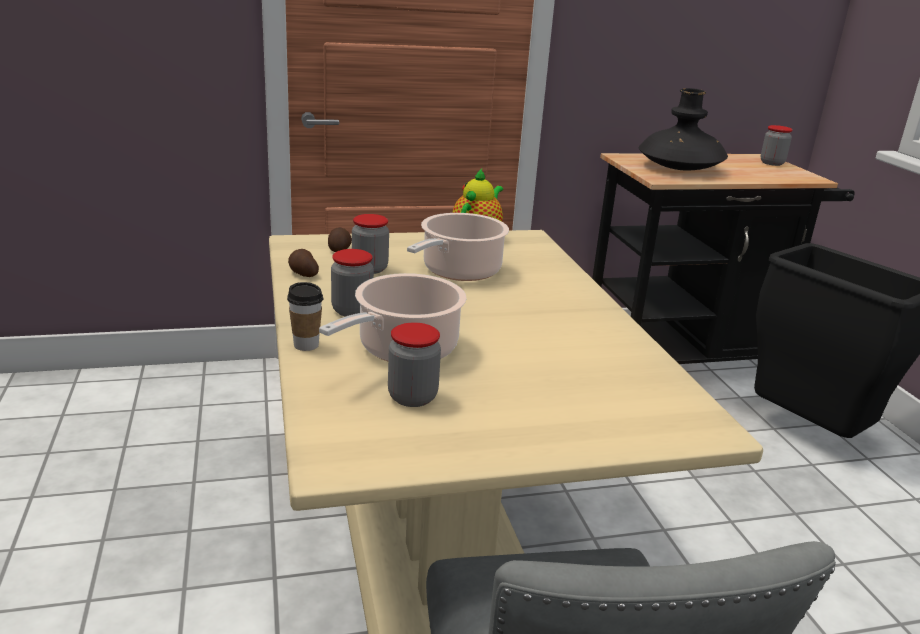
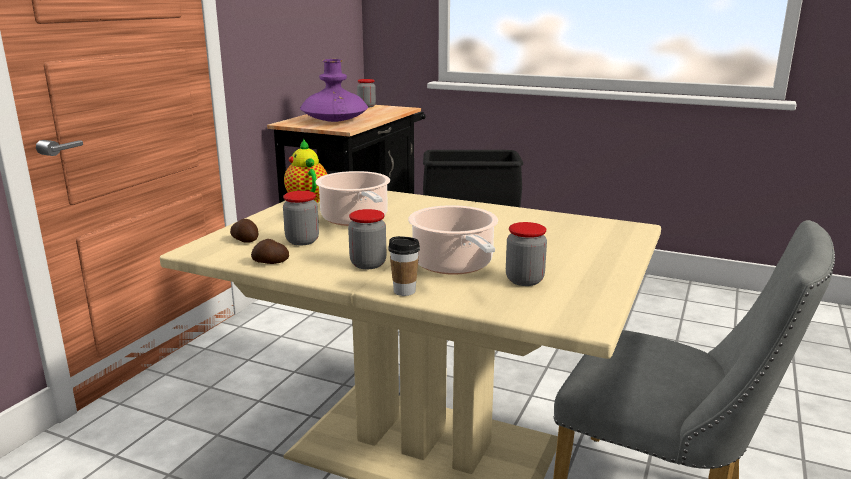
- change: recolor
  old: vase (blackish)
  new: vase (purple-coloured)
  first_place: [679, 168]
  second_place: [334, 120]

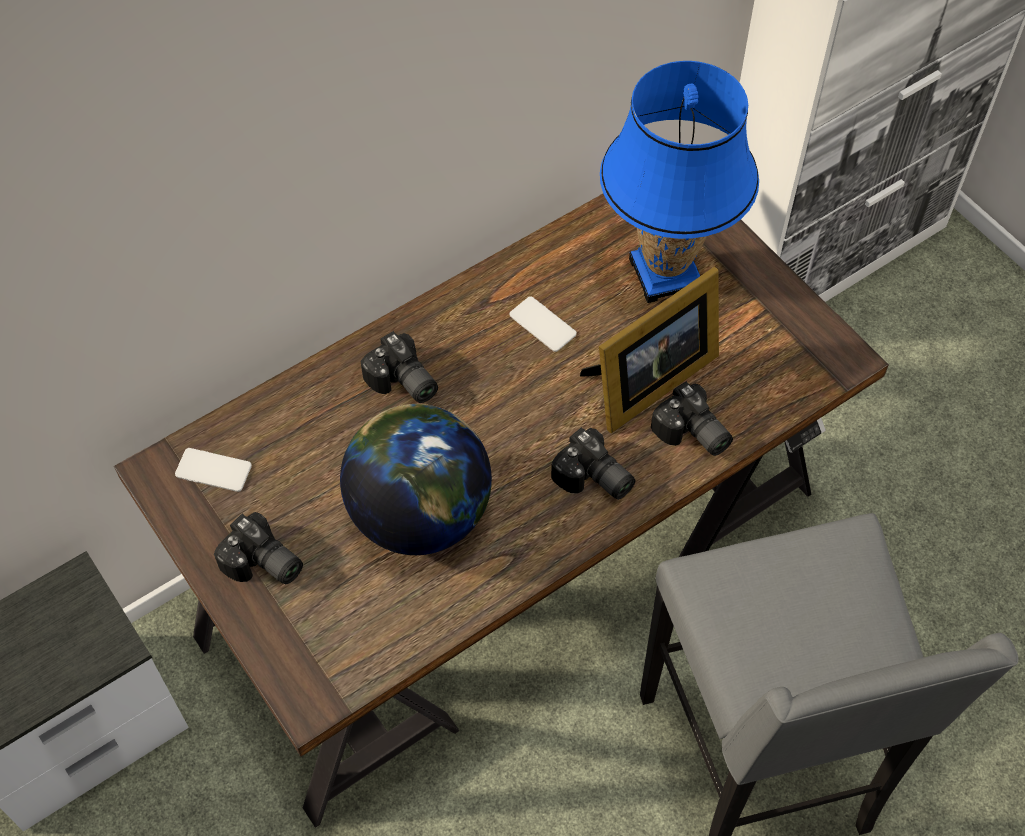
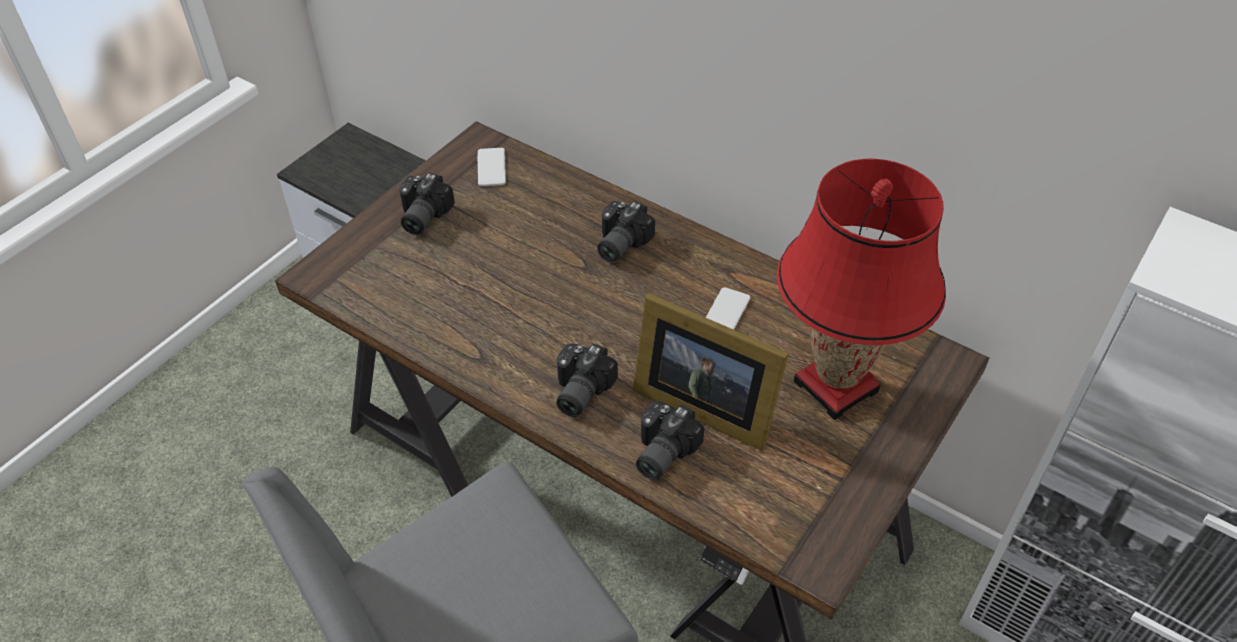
- change: delete
  old: world globe
  first_place: [420, 513]
- change: recolor
  old: lamp for a table (blue)
  new: lamp for a table (red-coloured)
  first_place: [666, 274]
  second_place: [835, 387]

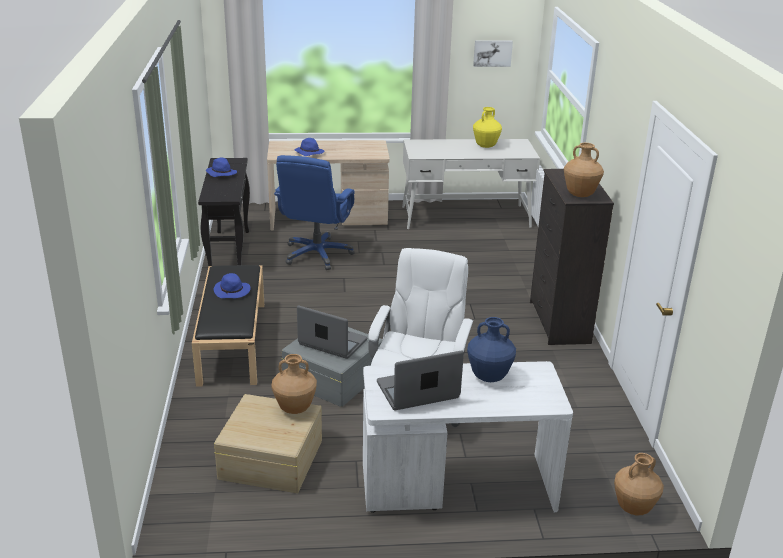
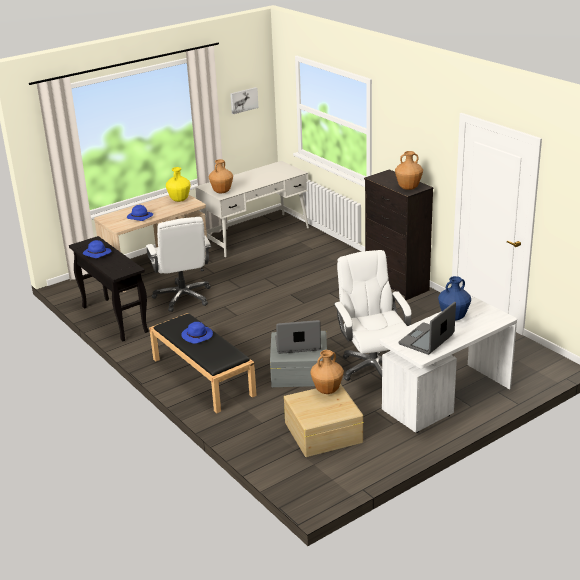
- change: recolor
  old: office chair (blue)
  new: office chair (white)
  first_place: [317, 254]
  second_place: [183, 297]
- change: move
  old: vase (yellow-coloured)
  first_place: [486, 146]
  second_place: [179, 200]
- change: move
  old: vase (brown)
  first_place: [633, 508]
  second_place: [221, 192]

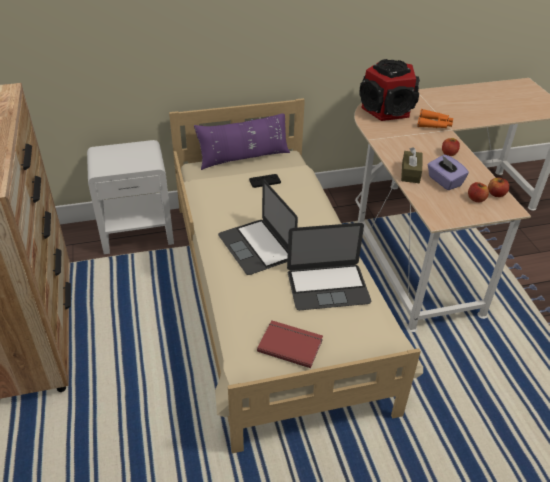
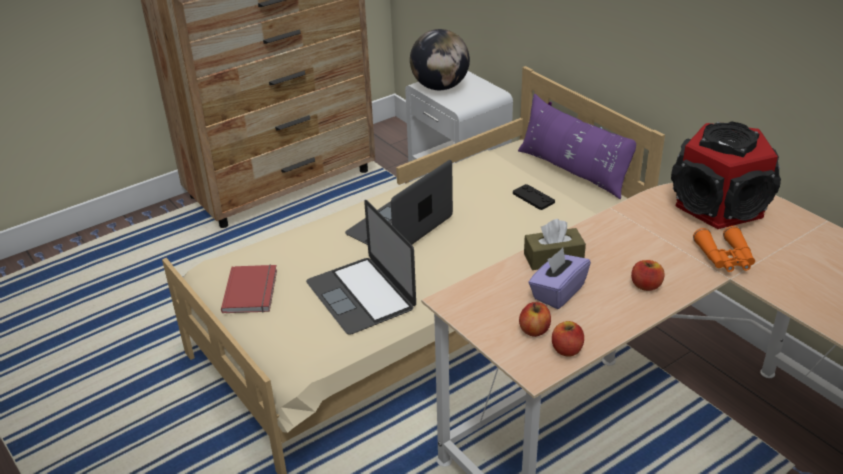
- change: insert
  new: world globe
  second_place: [440, 87]

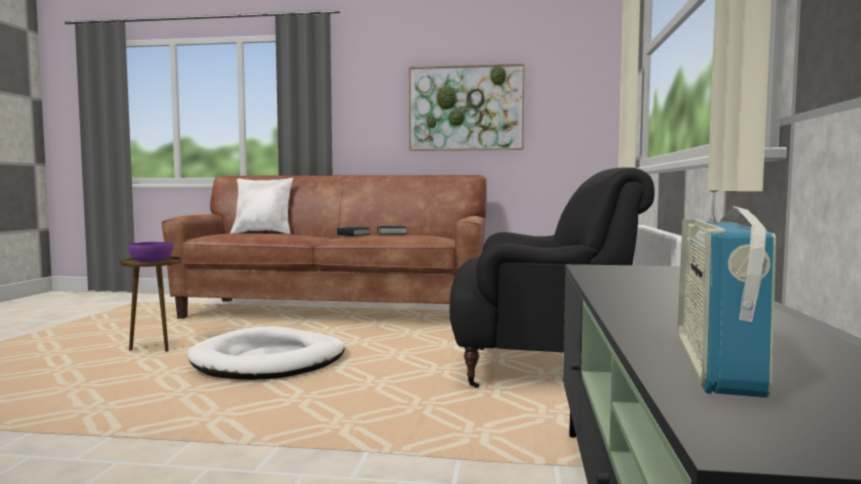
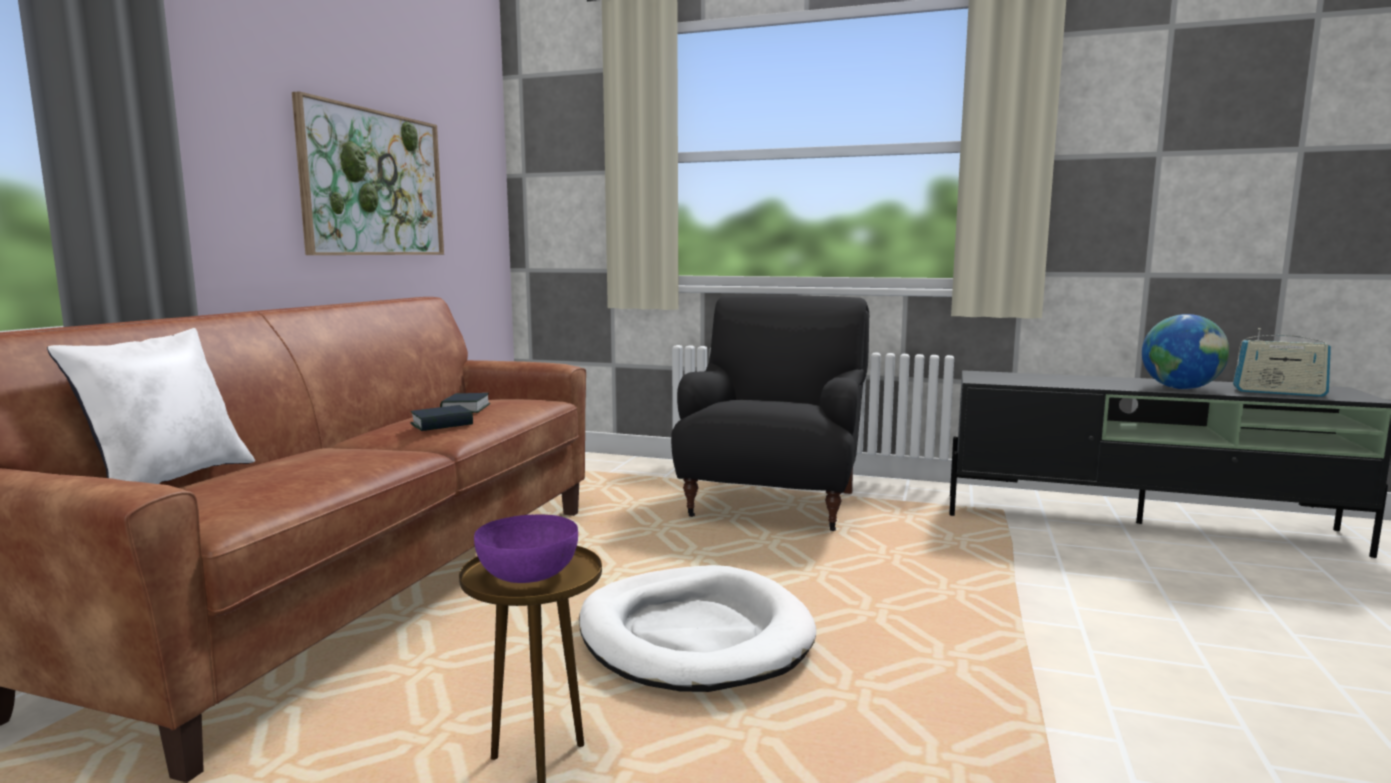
- change: insert
  new: world globe
  second_place: [1180, 388]

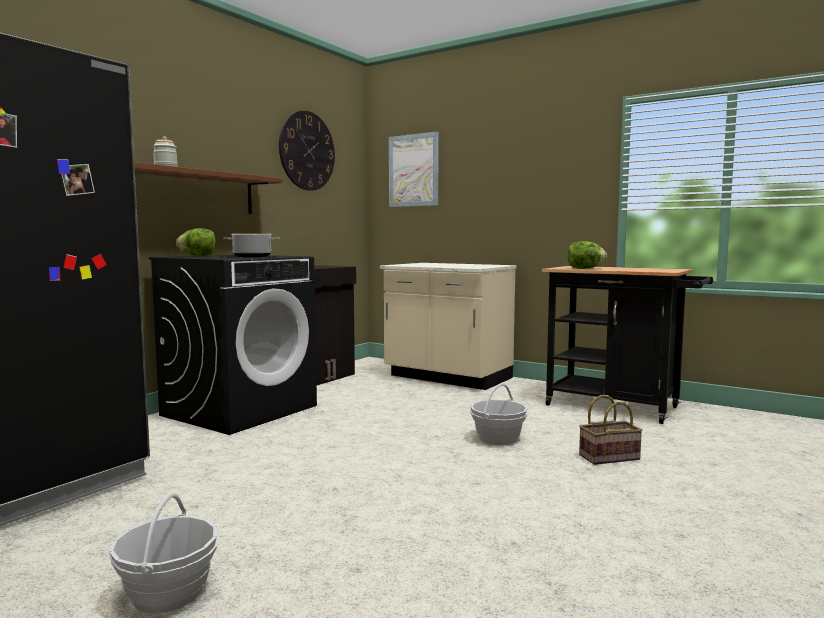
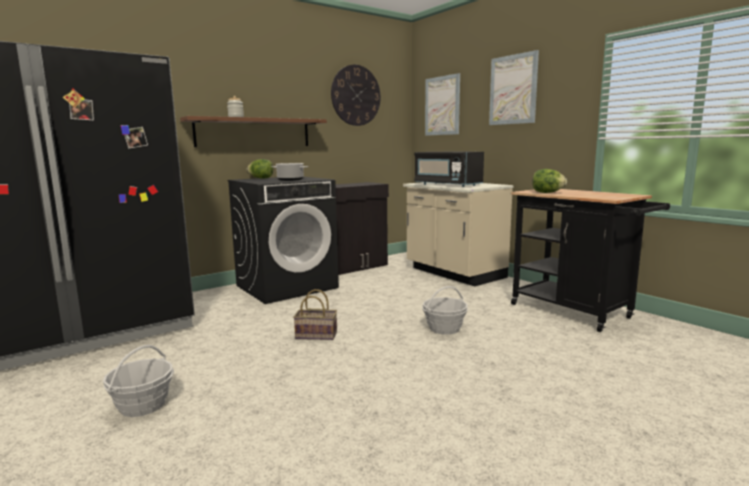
- change: move
  old: storage basket
  first_place: [609, 457]
  second_place: [317, 335]
- change: insert
  new: microwave (blackish)
  second_place: [446, 185]
- change: insert
  new: wall art
  second_place: [513, 89]

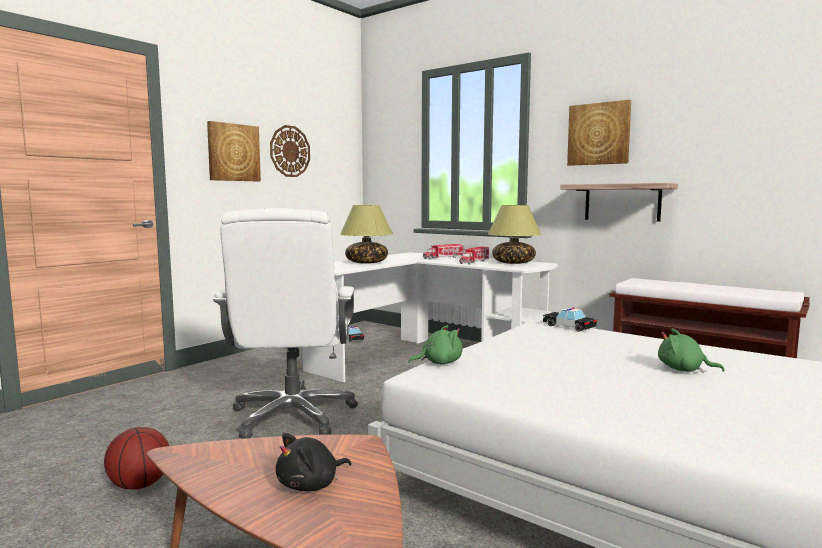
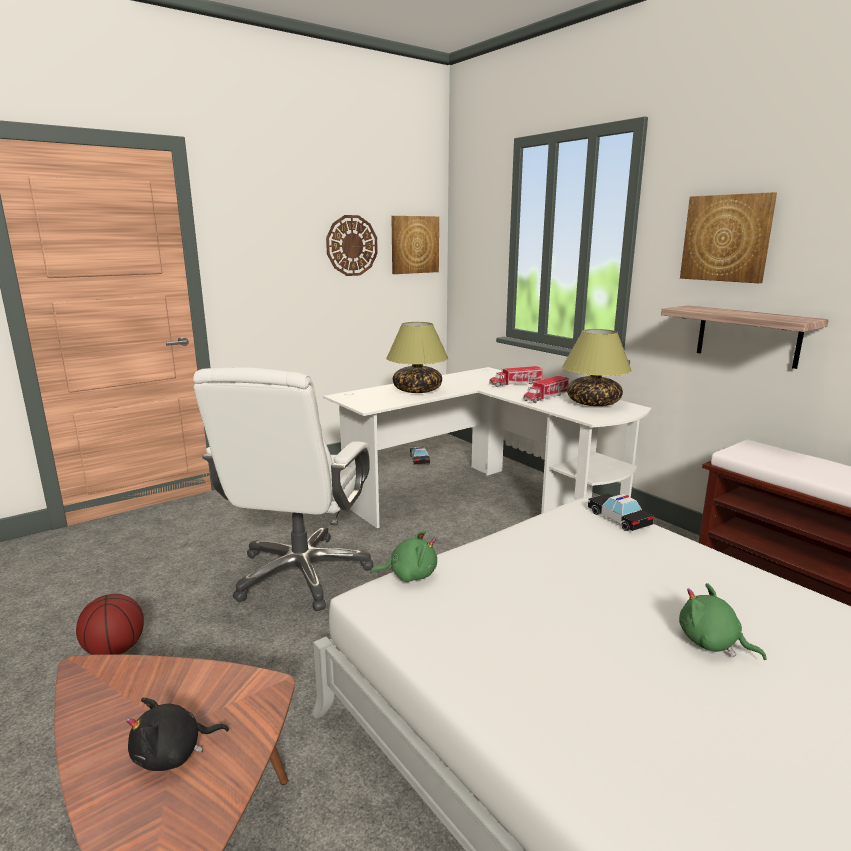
- change: move
  old: wall art
  first_place: [233, 152]
  second_place: [414, 244]

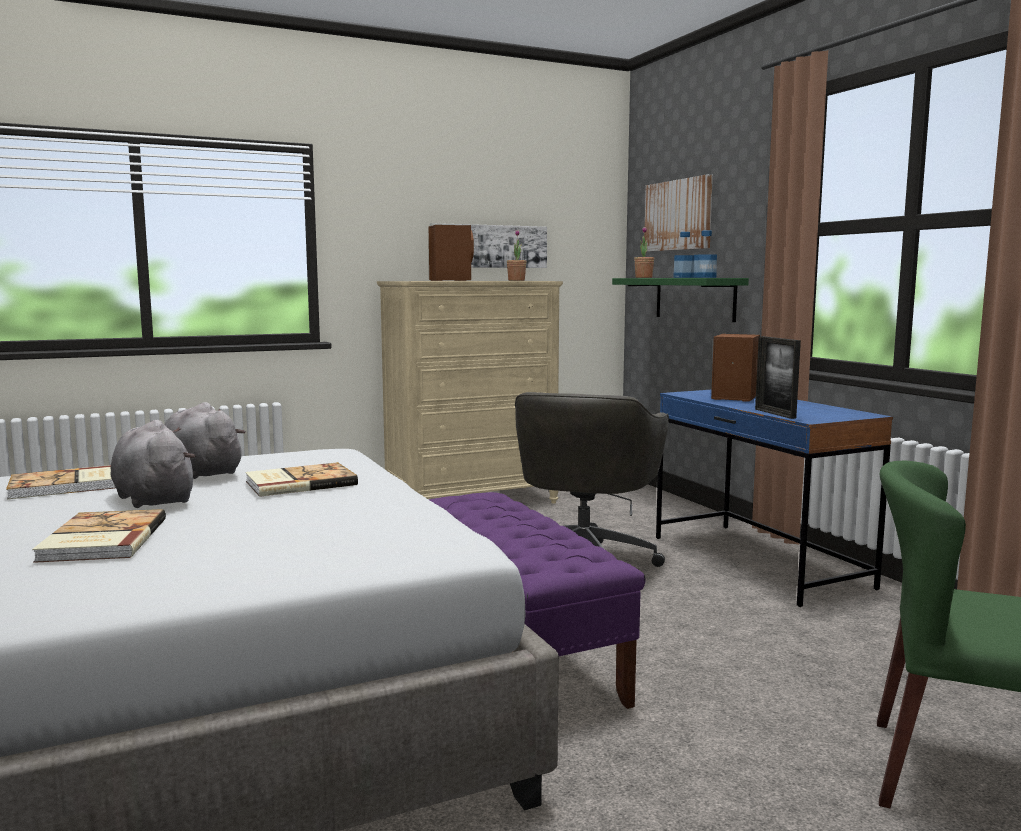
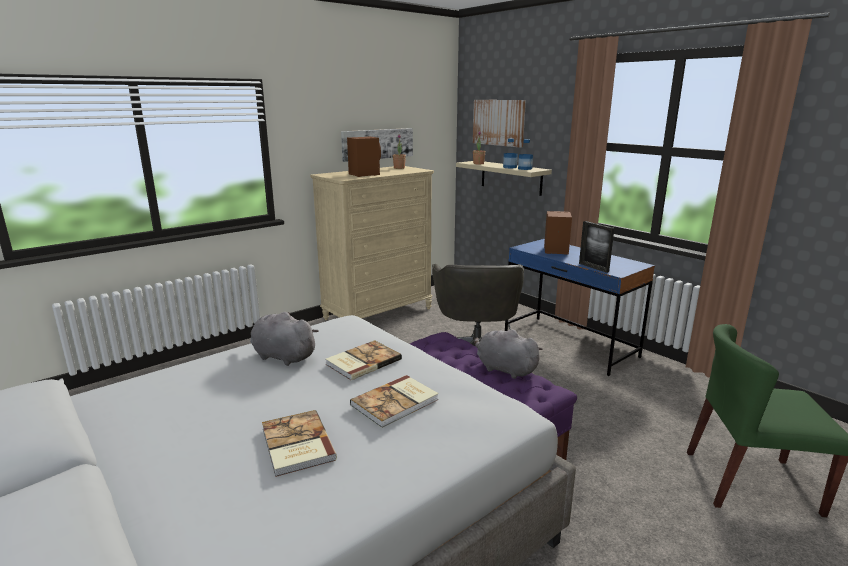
- change: move
  old: book
  first_place: [67, 486]
  second_place: [396, 403]
- change: move
  old: cuddly toy (grey)
  first_place: [153, 499]
  second_place: [504, 369]
- change: recolor
  old: wall shelf (greenish)
  new: wall shelf (beige-coloured)
  first_place: [694, 298]
  second_place: [511, 177]

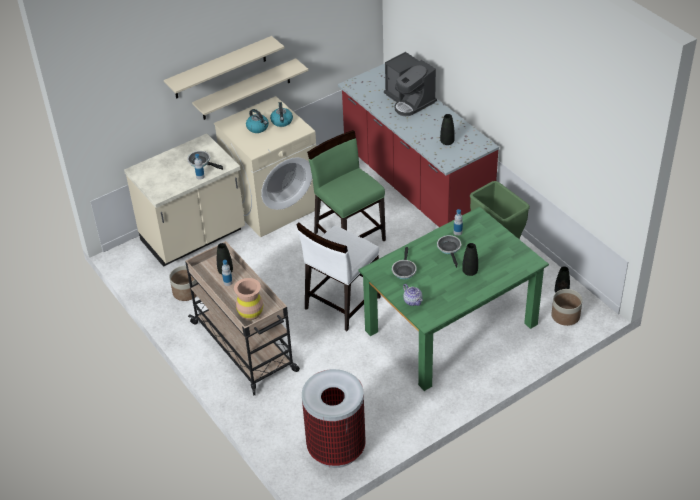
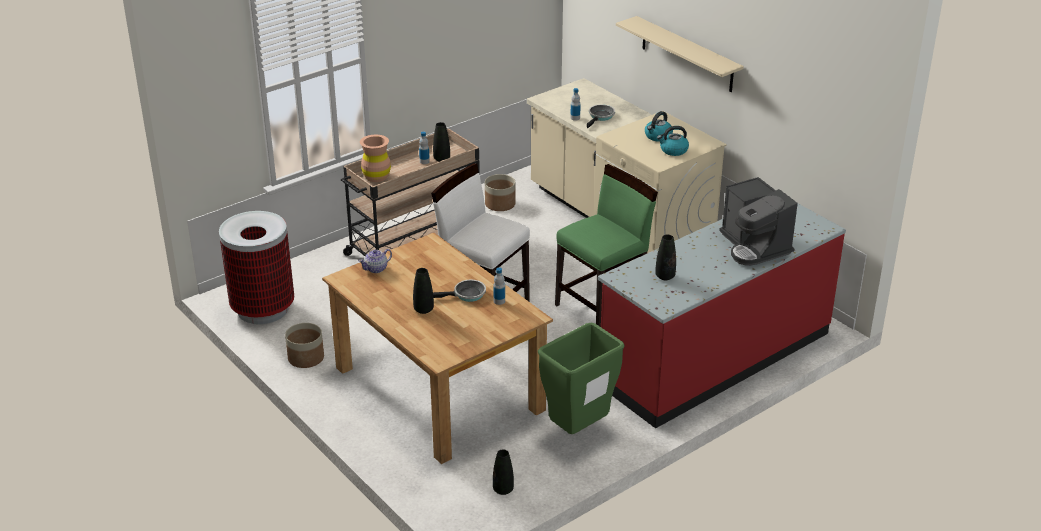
- change: delete
  old: wall shelf (beige-coloured)
  first_place: [246, 90]
- change: recolor
  old: dinner table (greenish)
  new: dinner table (brown)
  first_place: [451, 326]
  second_place: [440, 389]
- change: rotate
  old: coffee maker
  first_place: [409, 100]
  second_place: [754, 246]
  degrees: -75
- change: delete
  old: skillet
  first_place: [404, 270]
- change: move
  old: planter
  first_place: [565, 315]
  second_place: [306, 358]

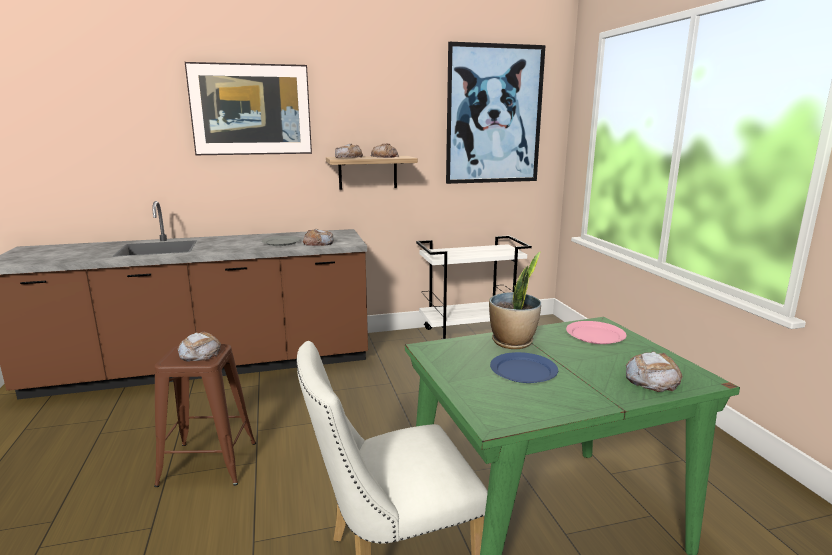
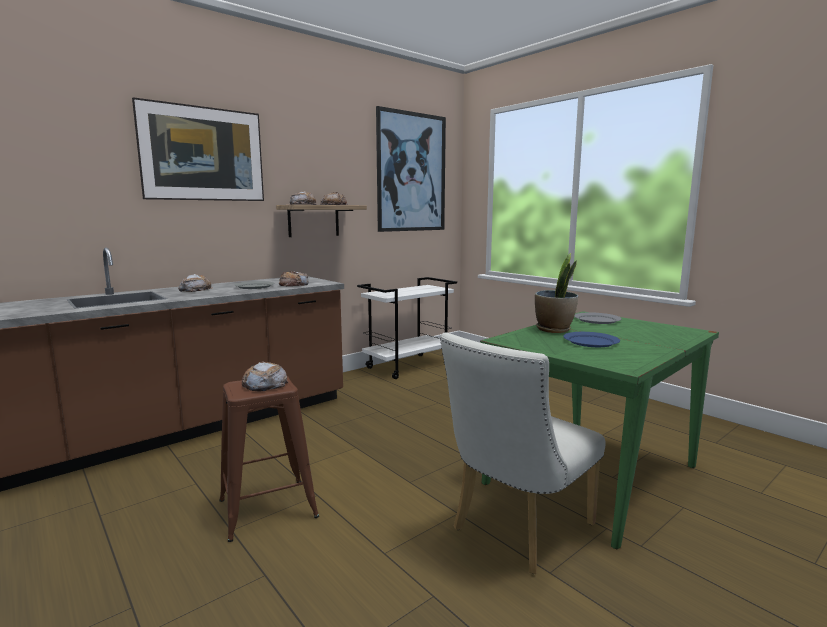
- change: recolor
  old: plate (pinkish)
  new: plate (grey)
  first_place: [595, 335]
  second_place: [597, 320]
- change: move
  old: bread
  first_place: [651, 378]
  second_place: [195, 289]

